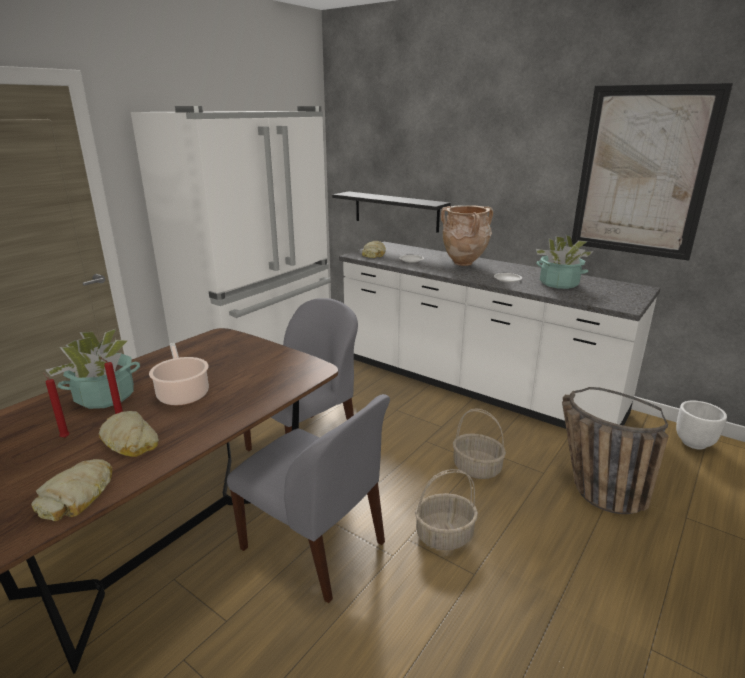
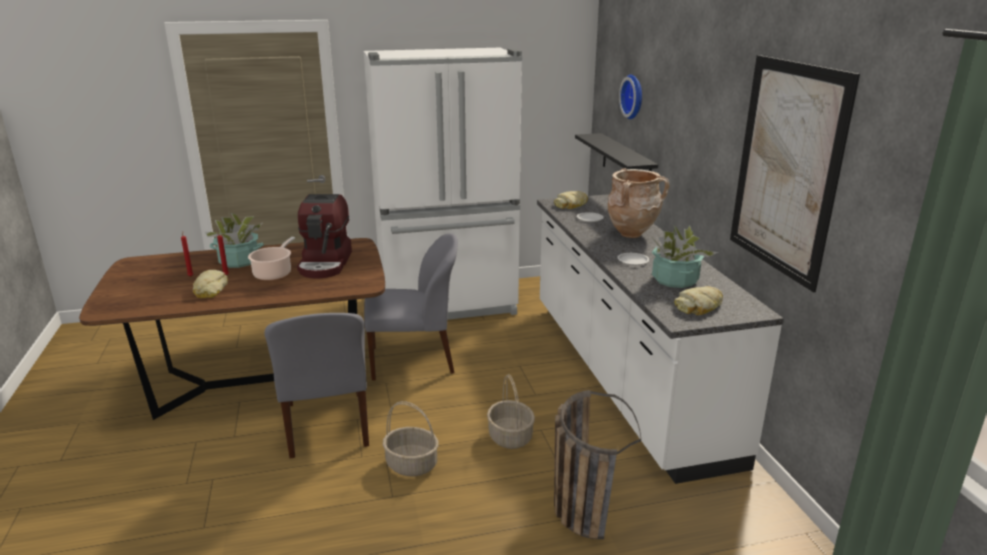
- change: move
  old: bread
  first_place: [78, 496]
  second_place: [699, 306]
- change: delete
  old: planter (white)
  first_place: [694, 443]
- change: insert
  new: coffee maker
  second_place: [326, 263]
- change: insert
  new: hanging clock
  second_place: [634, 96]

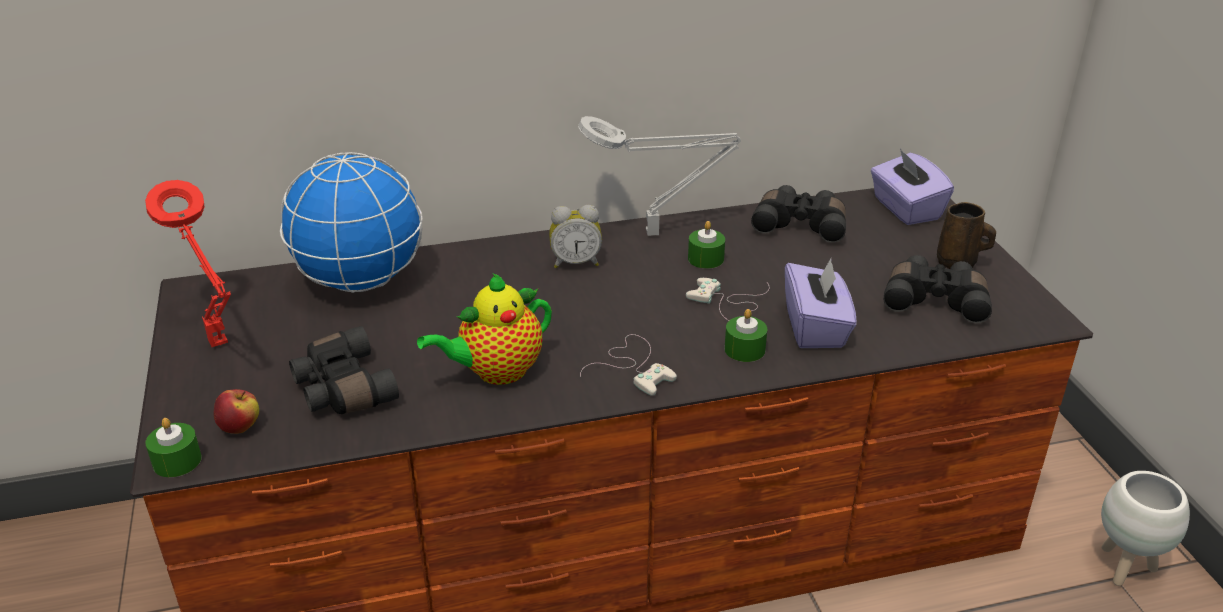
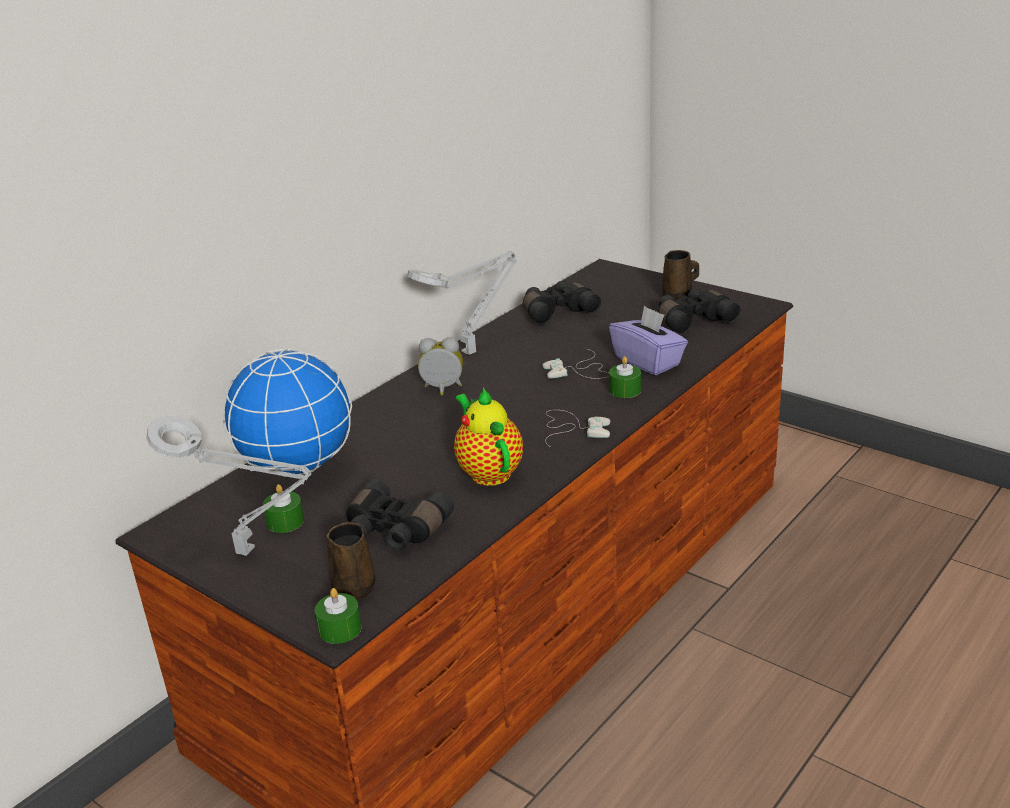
- change: recolor
  old: lamp for a table (red-coloured)
  new: lamp for a table (grey)
  first_place: [220, 346]
  second_place: [251, 553]
- change: replace
  old: apple fruit
  new: tea mug (brown)
  first_place: [240, 427]
  second_place: [355, 587]
- change: rotate
  old: pot for tea
  first_place: [496, 372]
  second_place: [488, 471]
  degrees: 135
- change: rotate
  old: alarm clock
  first_place: [575, 262]
  second_place: [442, 390]
  degrees: -135
- change: move
  old: candle (greenish)
  first_place: [705, 259]
  second_place: [285, 521]
- change: delete
  old: tissue box (purple-coloured)
  first_place: [905, 209]
- change: delete
  old: planter (white)
  first_place: [1125, 568]

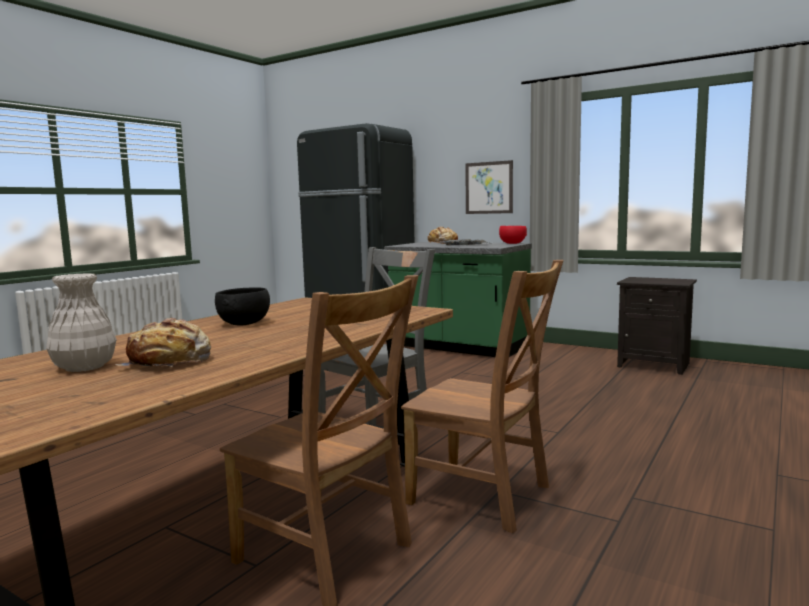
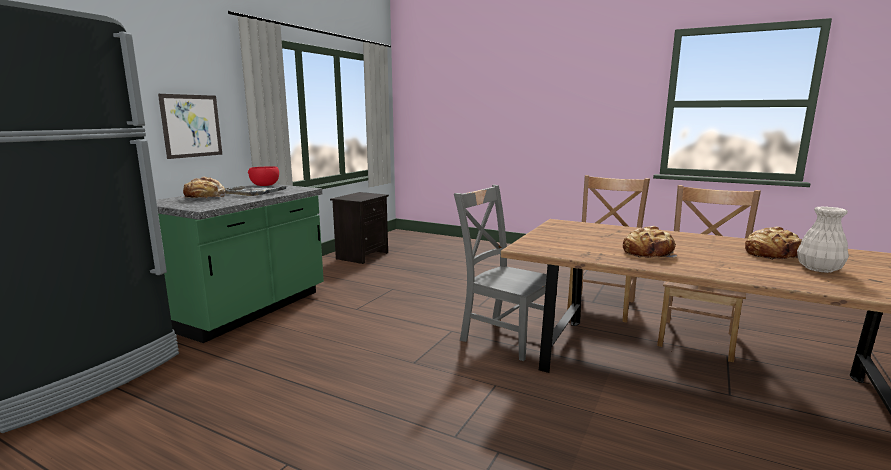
- change: replace
  old: deep dish (blackish)
  new: bread
  first_place: [244, 324]
  second_place: [648, 253]

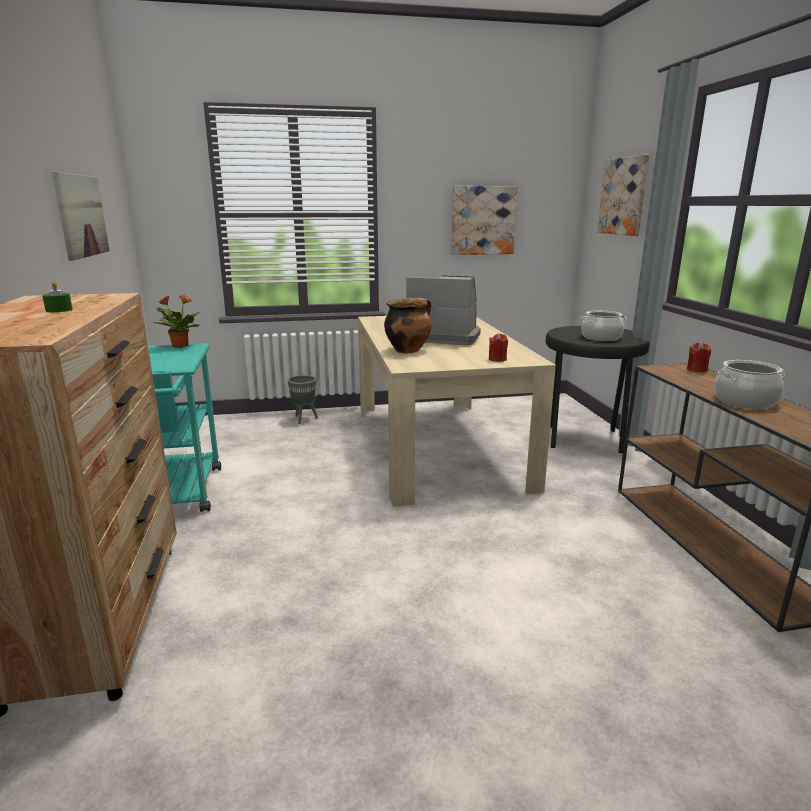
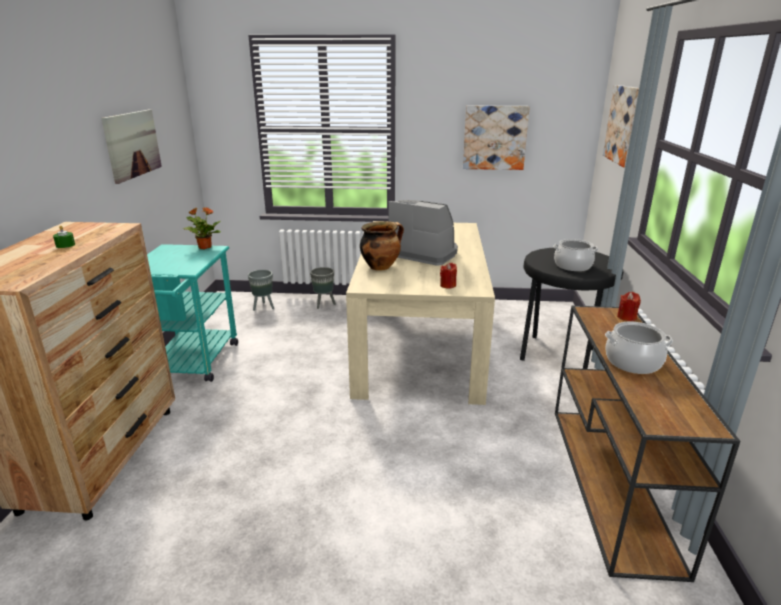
- change: insert
  new: planter (grey)
  second_place: [264, 307]

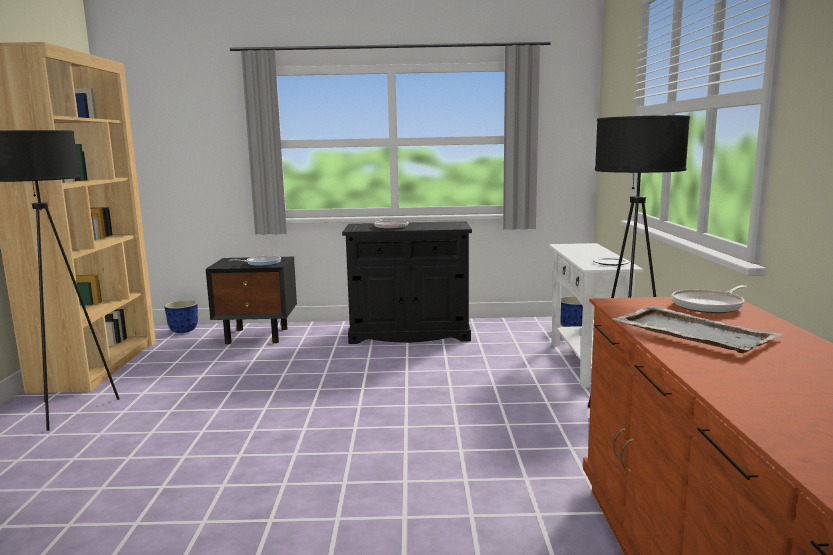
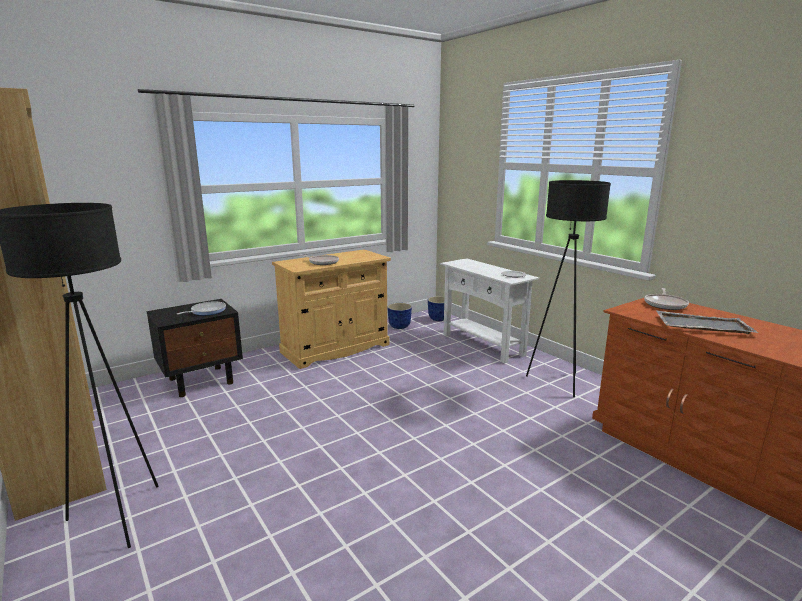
- change: move
  old: planter
  first_place: [183, 331]
  second_place: [400, 327]
- change: recolor
  old: storage cabinet (blackish)
  new: storage cabinet (beige-coloured)
  first_place: [409, 334]
  second_place: [335, 348]

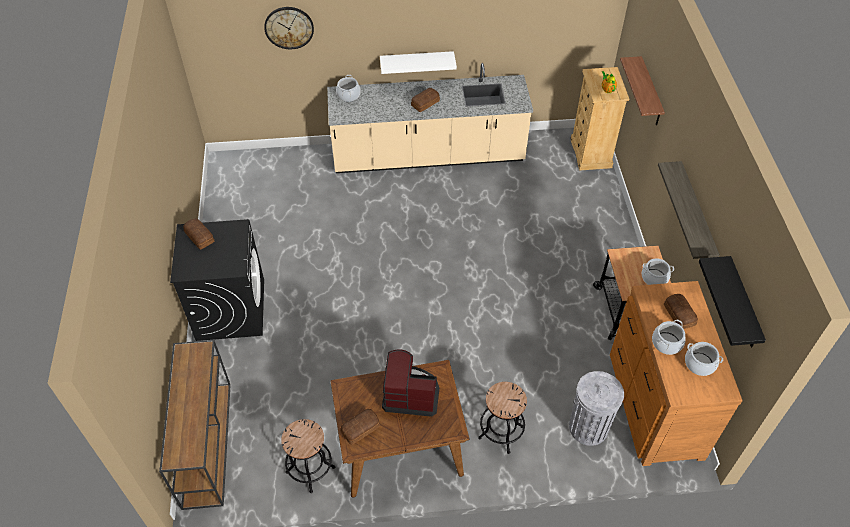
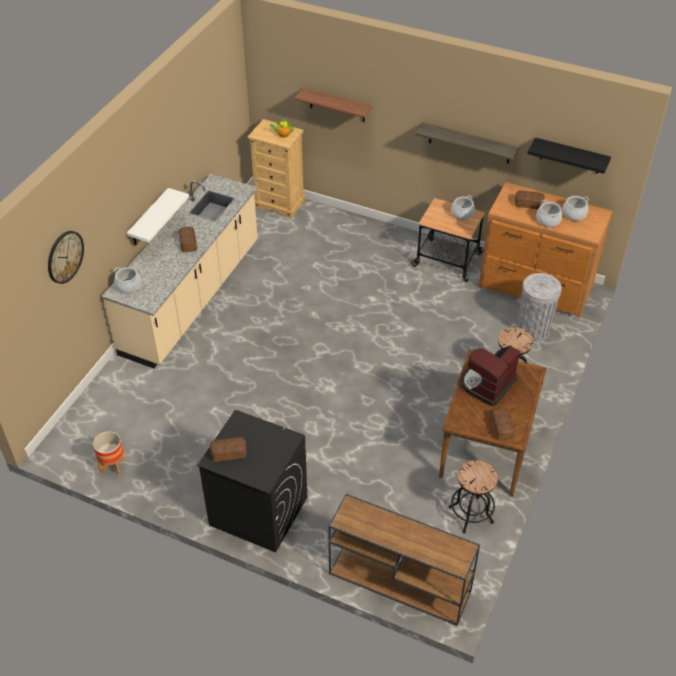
- change: insert
  new: planter
  second_place: [113, 466]

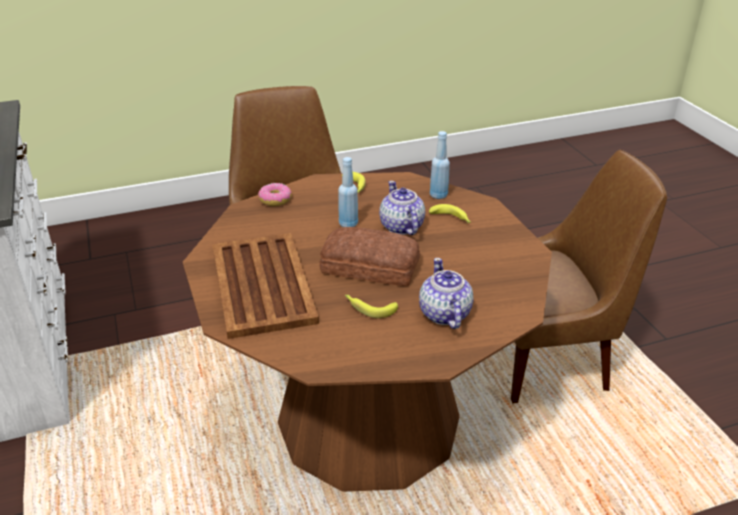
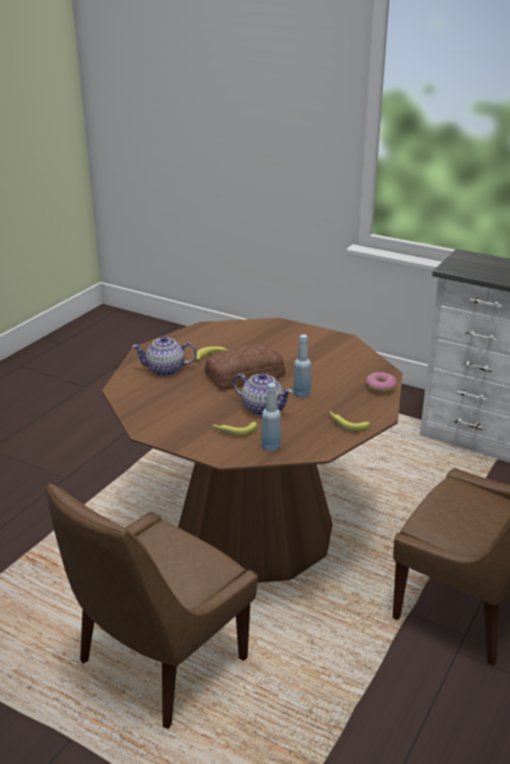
- change: delete
  old: carrying tray (brown)
  first_place: [262, 283]
- change: rotate
  old: pot for tea
  first_place: [444, 314]
  second_place: [166, 370]
  degrees: 135

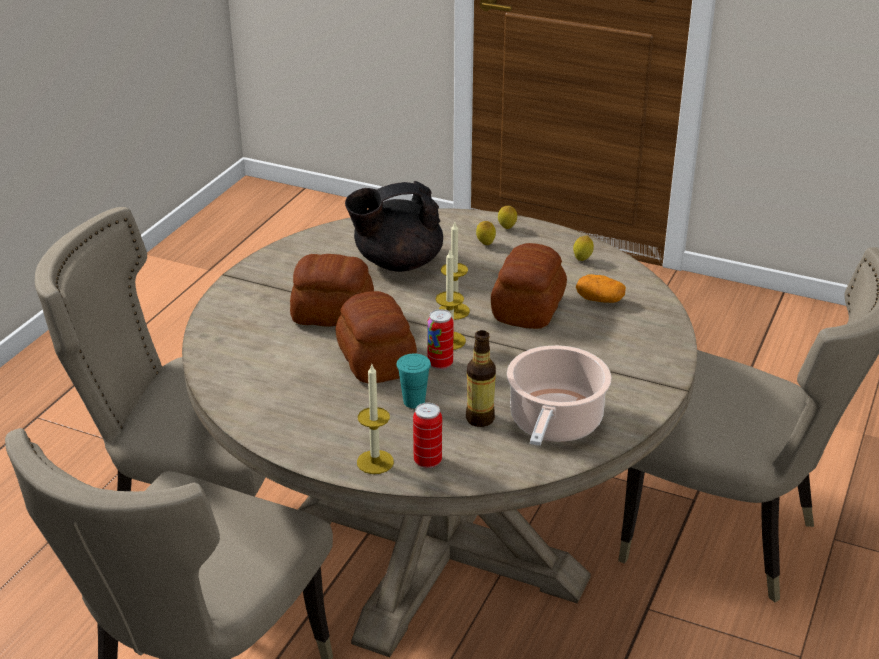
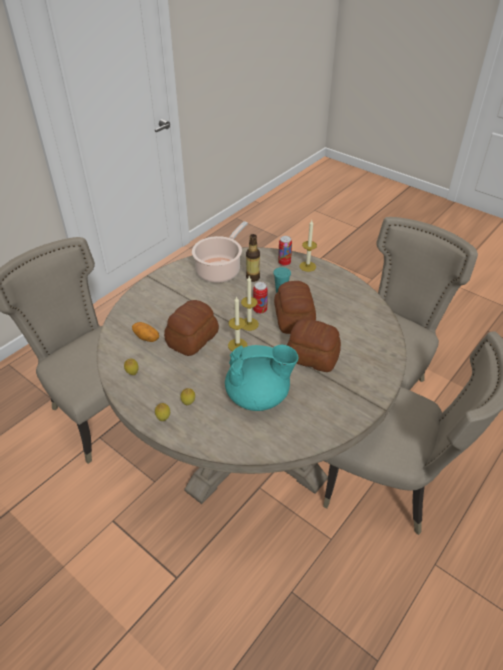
- change: recolor
  old: pot for tea (blackish)
  new: pot for tea (turquoise)
  first_place: [397, 263]
  second_place: [259, 396]

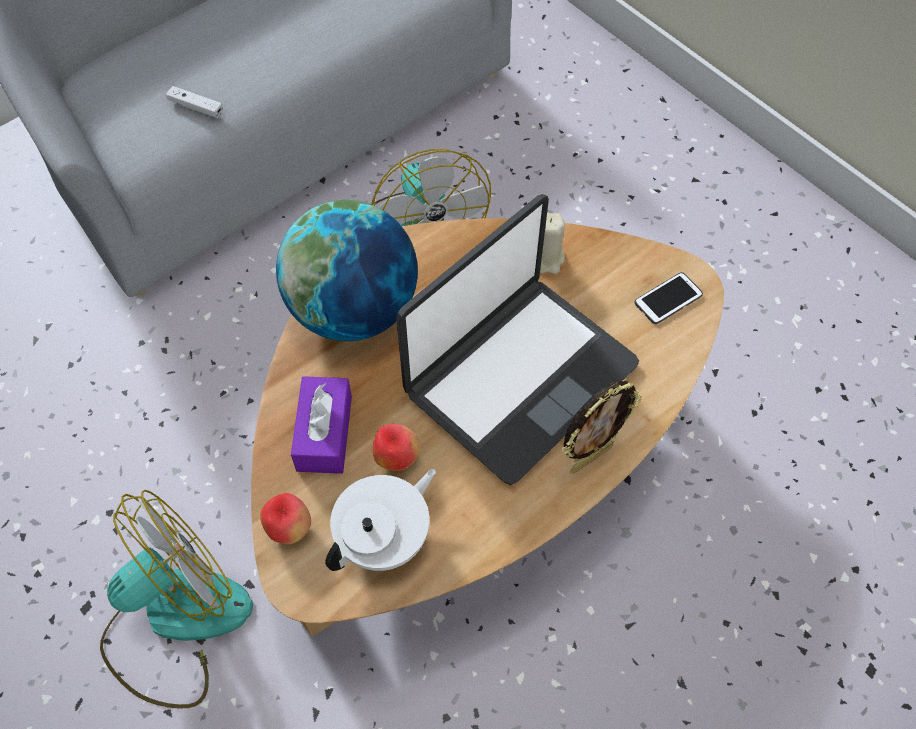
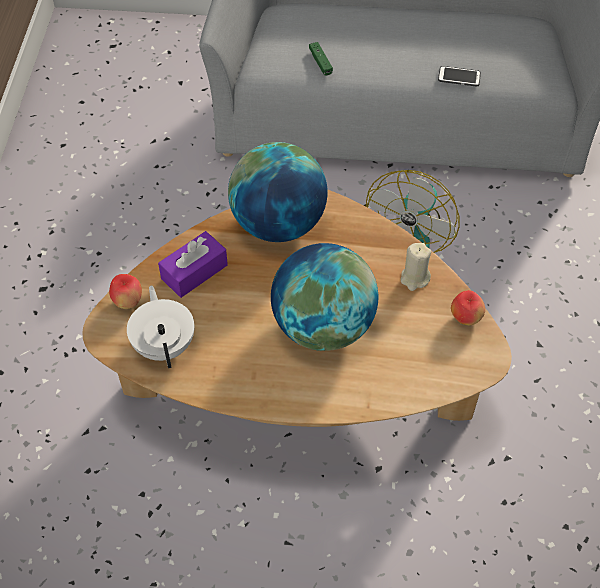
- change: delete
  old: fan
  first_place: [175, 621]
- change: recolor
  old: joypad (white)
  new: joypad (greenish)
  first_place: [196, 107]
  second_place: [320, 62]
- change: rotate
  old: pot for tea (white)
  first_place: [385, 538]
  second_place: [165, 344]
  degrees: -105
- change: move
  old: apple fruit
  first_place: [396, 458]
  second_place: [465, 318]
- change: replace
  old: laptop
  new: world globe
  first_place: [519, 377]
  second_place: [323, 326]
- change: delete
  old: photo frame
  first_place: [590, 457]
- change: move
  old: handset
  first_place: [668, 299]
  second_place: [459, 77]

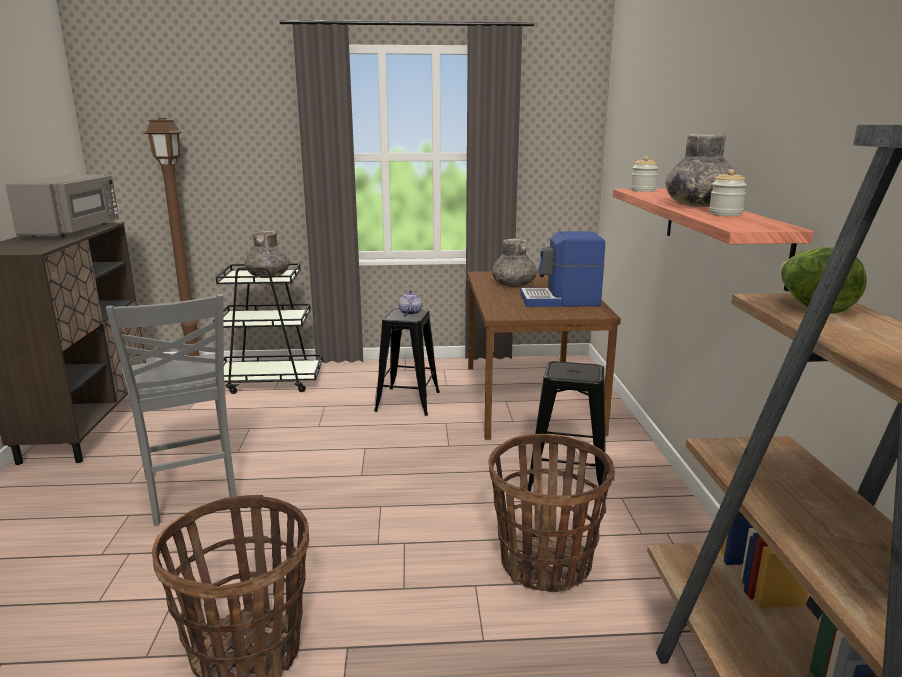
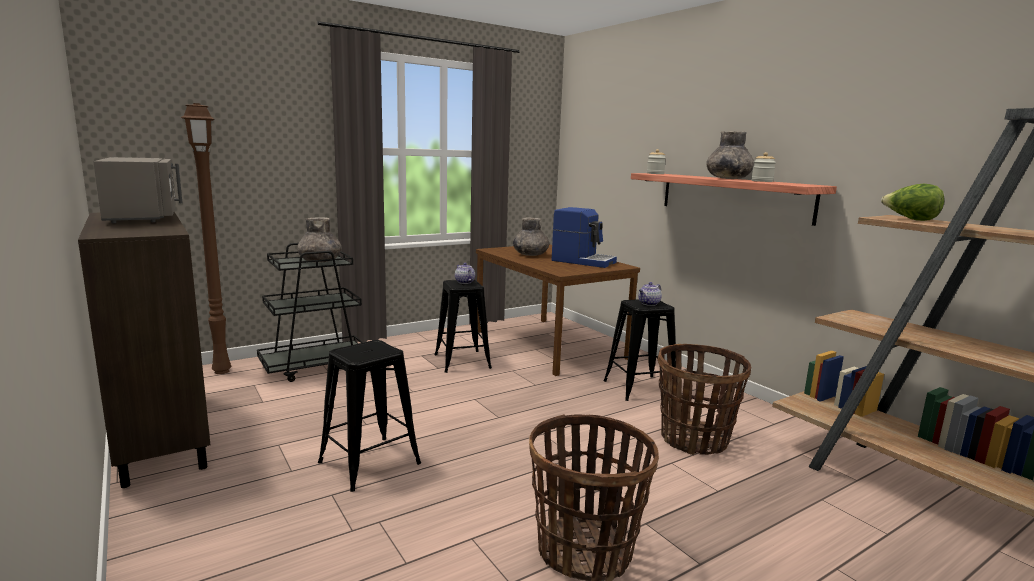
- change: replace
  old: upright chair (grey)
  new: stool (blackish)
  first_place: [192, 493]
  second_place: [369, 463]
- change: rotate
  old: coffee maker
  first_place: [560, 301]
  second_place: [583, 261]
  degrees: -120
- change: insert
  new: pot for tea
  second_place: [649, 304]

